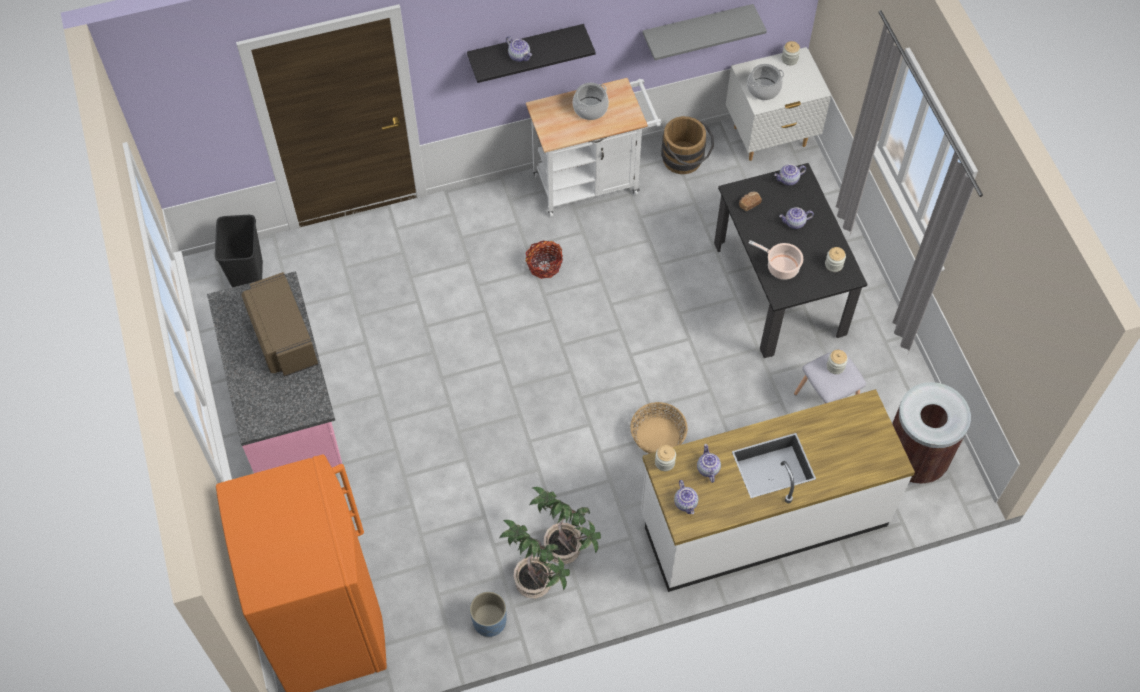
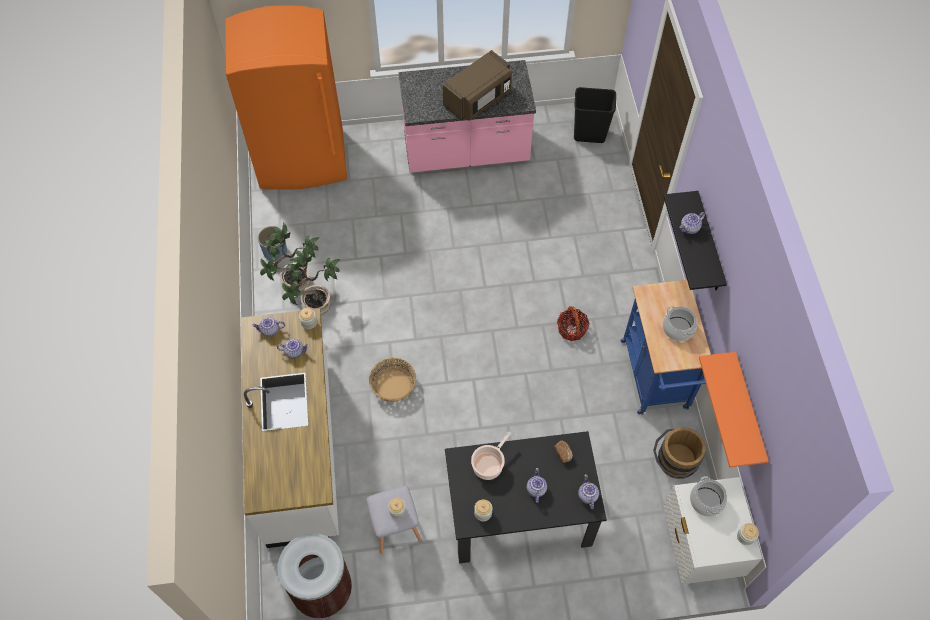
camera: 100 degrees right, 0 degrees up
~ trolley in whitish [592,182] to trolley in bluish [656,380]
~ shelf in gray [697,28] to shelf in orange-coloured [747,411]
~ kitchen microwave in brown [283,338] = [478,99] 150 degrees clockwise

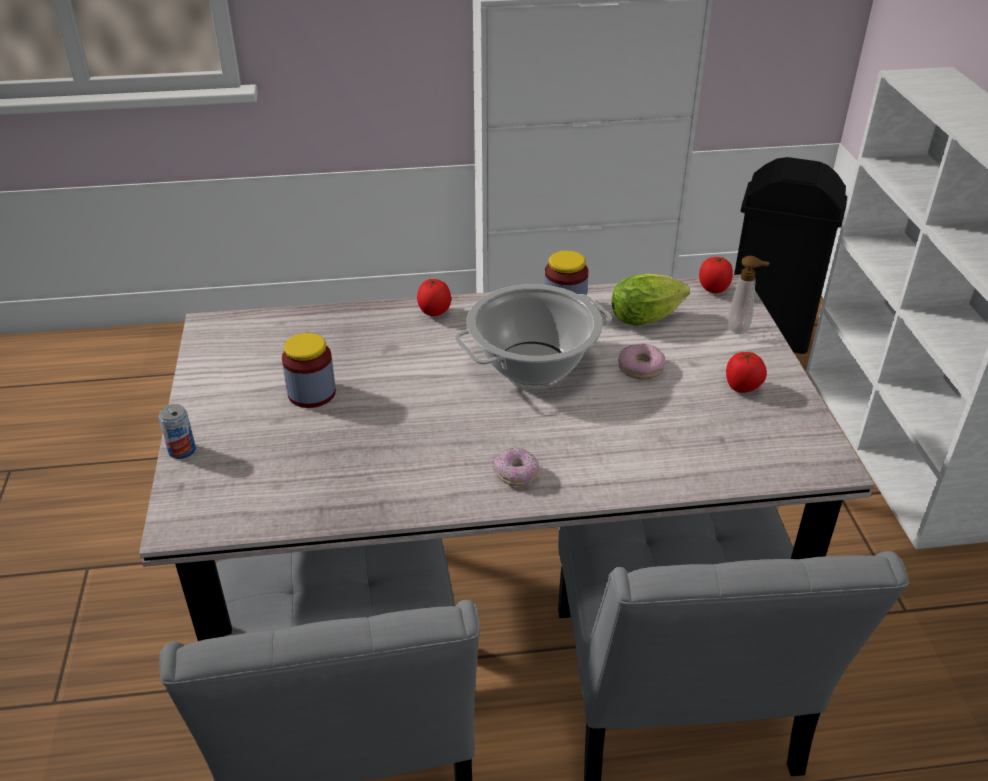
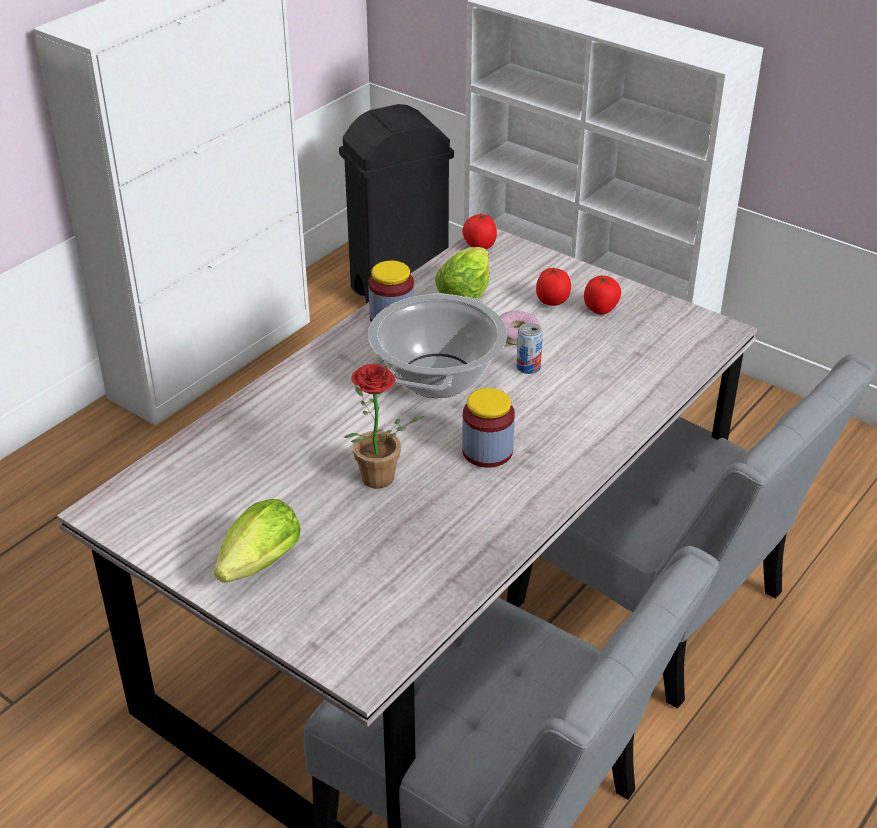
camera: 45 degrees left, 0 degrees up
- donut [516,475]
- liquid soap bottle [741,328]
+ lettuce [257,567]
+ potted plant [378,483]
~ sealed can [182,450] to [528,367]
~ jar [311,393] to [487,451]
~ tomato [434,313] to [552,302]

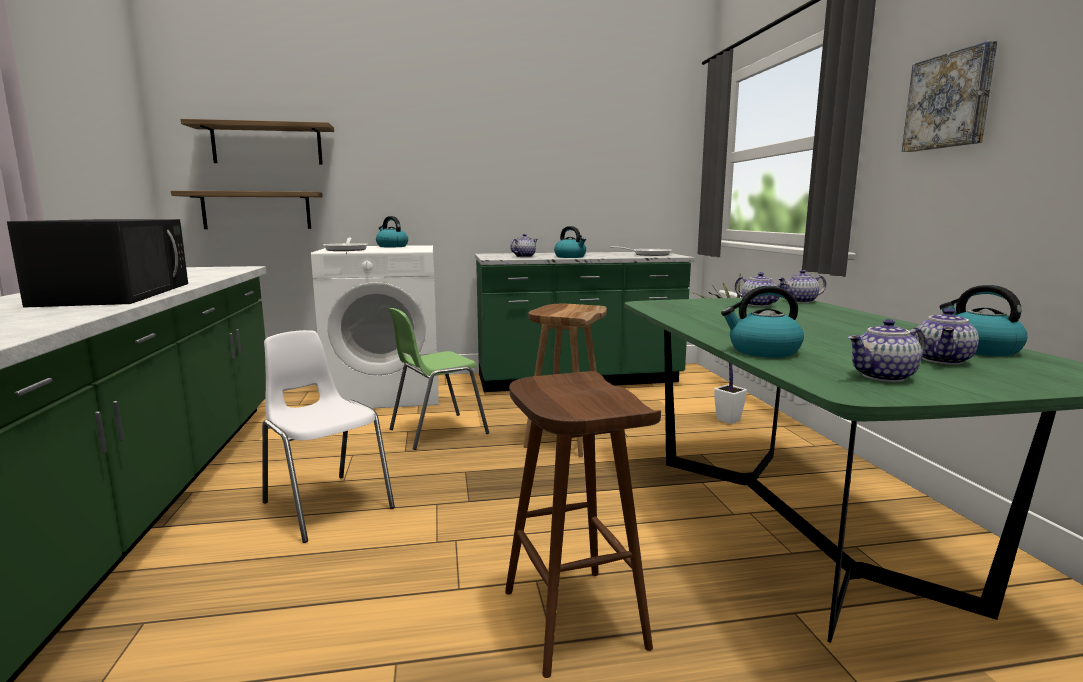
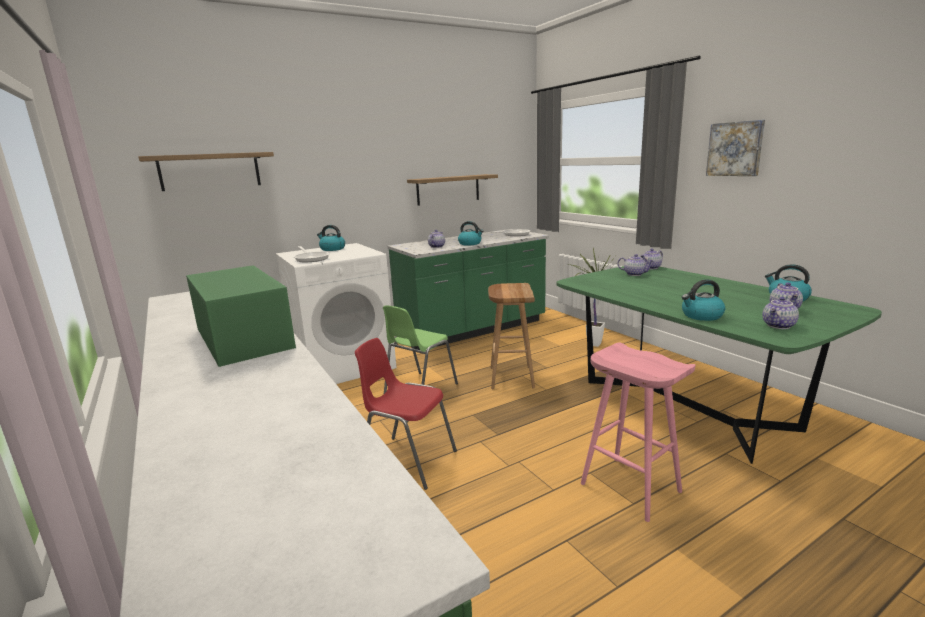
camera: 20 degrees left, 5 degrees up
~ shelf [256,210] to [448,189]
~ kitchen microwave in black [117,293] to kitchen microwave in green-coloured [242,337]
~ plain chair in whitish [326,505] to plain chair in red [408,460]
~ stool in brown [571,617] to stool in pink [628,487]

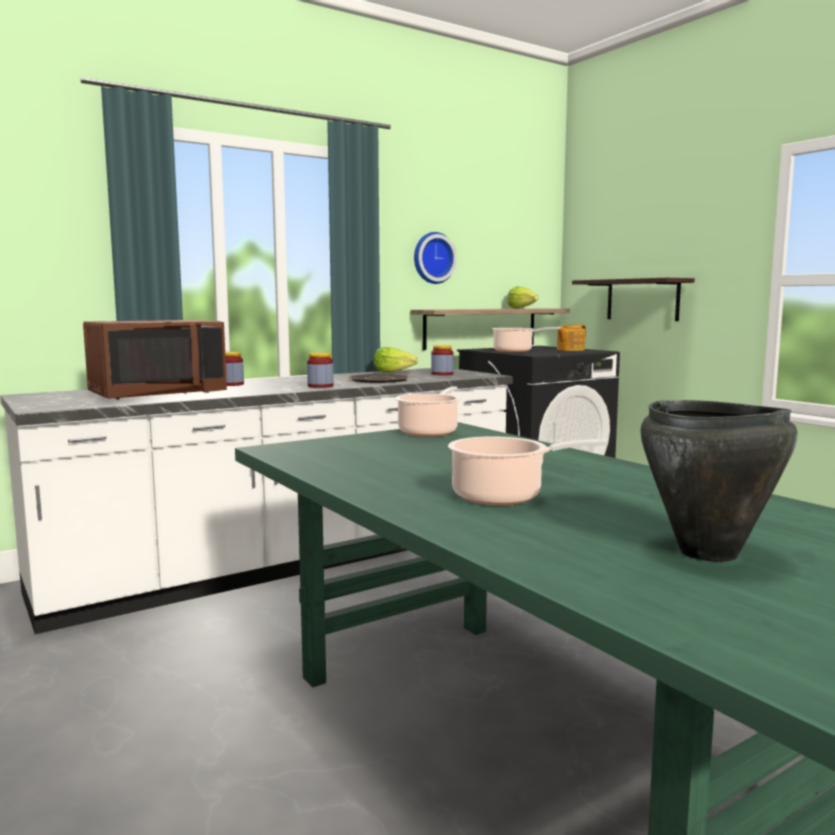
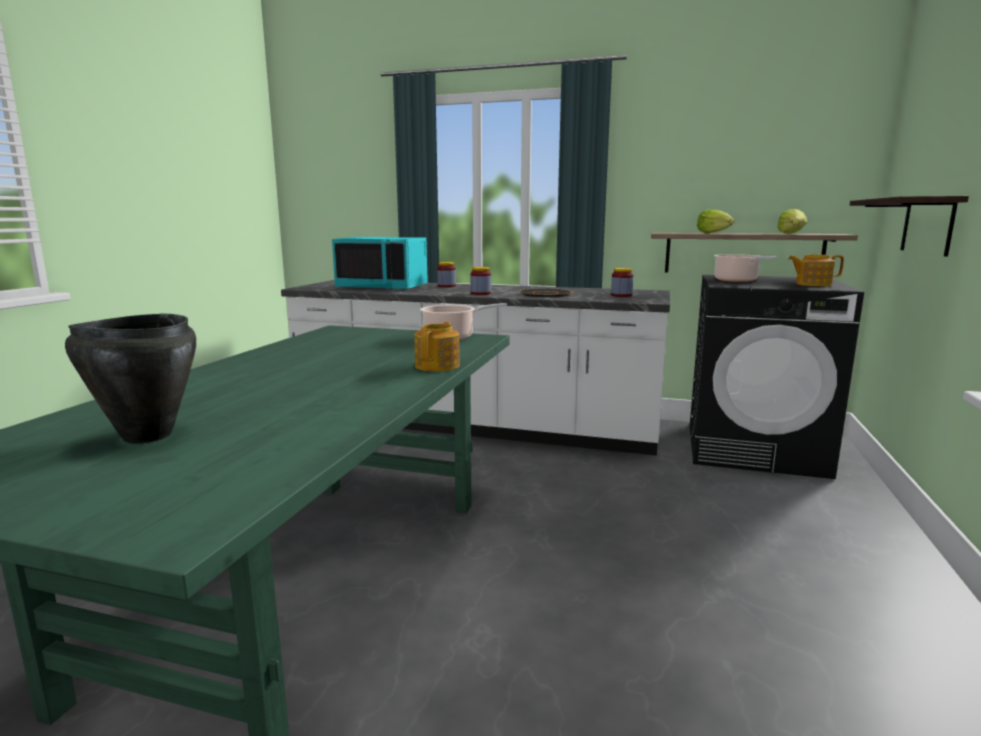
camera: 50 degrees right, 5 degrees up
- clock on the wall [432,258]
- cooking pot [503,496]
+ teapot [438,366]
~ lettuce [394,372] to [714,233]
~ kitchen microwave in brown [157,393] to kitchen microwave in turquoise-coloured [383,287]

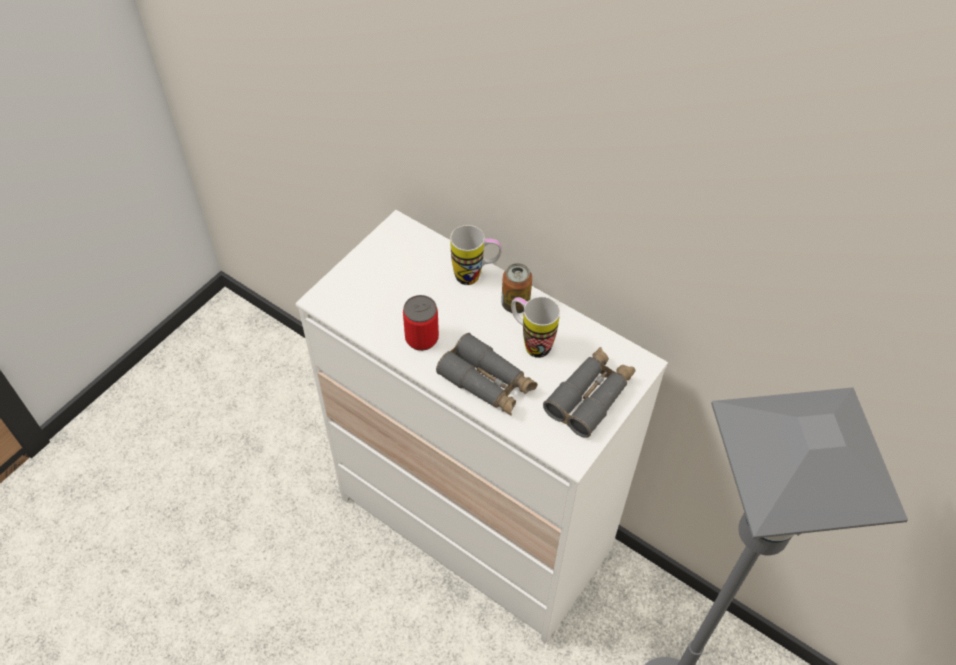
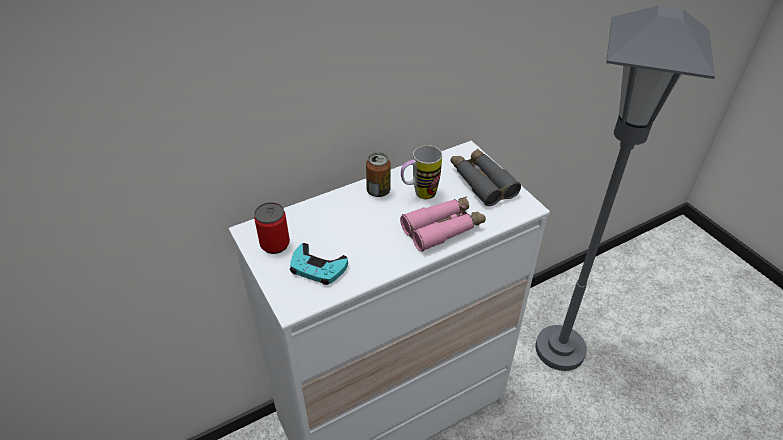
camera: 65 degrees left, 10 degrees down
- mug [475,276]
+ joypad in turquoise-coloured [317,268]
~ sealed can [422,338] to [275,244]
~ pair of binoculars in gray [487,383] to pair of binoculars in pink [443,228]

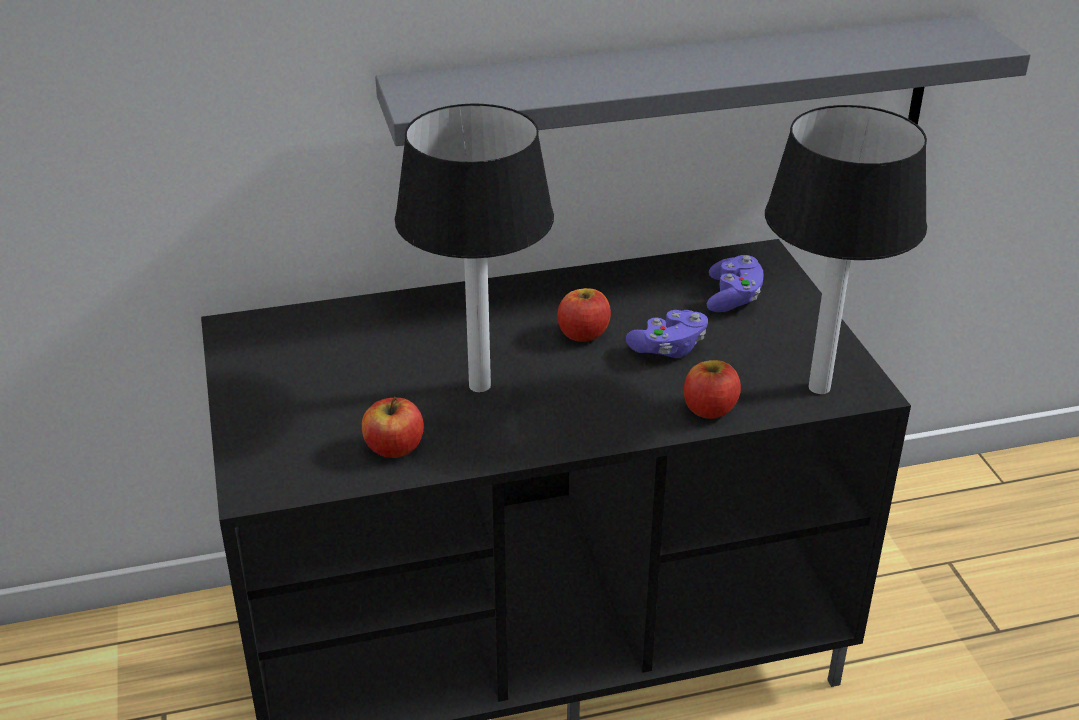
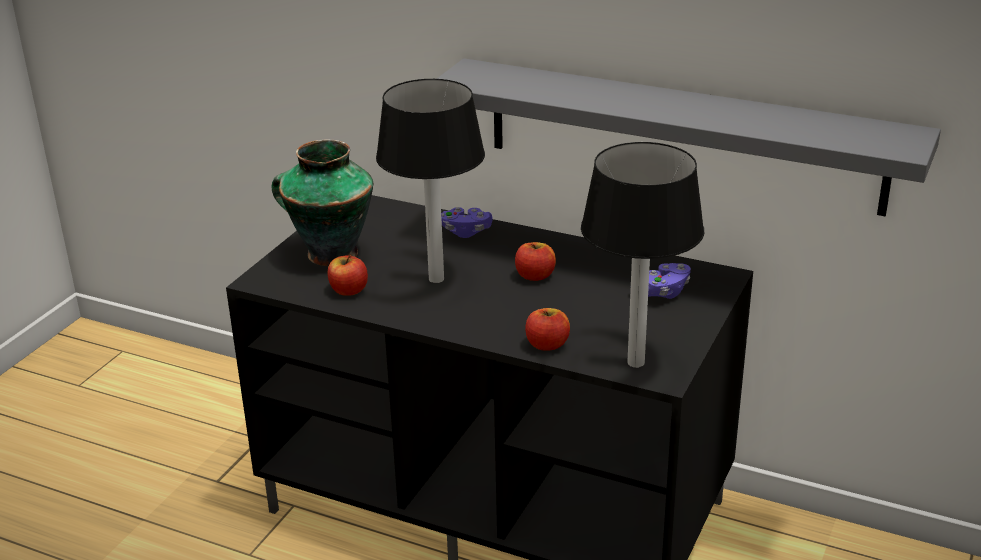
camera: 40 degrees right, 5 degrees down
+ vase [330,253]
~ joypad in purple-coloured [668,348] to [466,232]

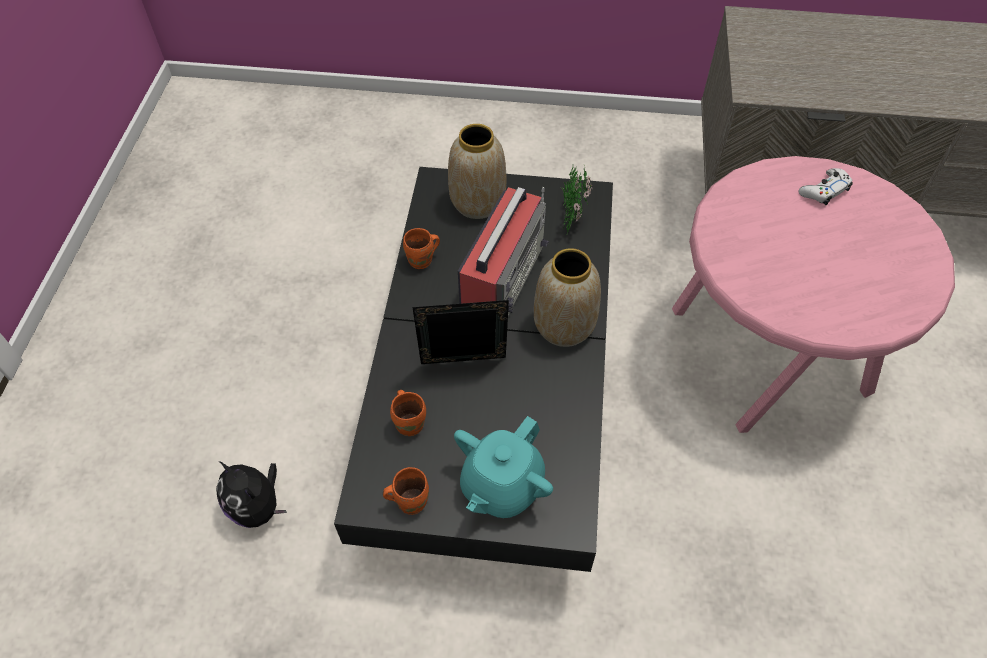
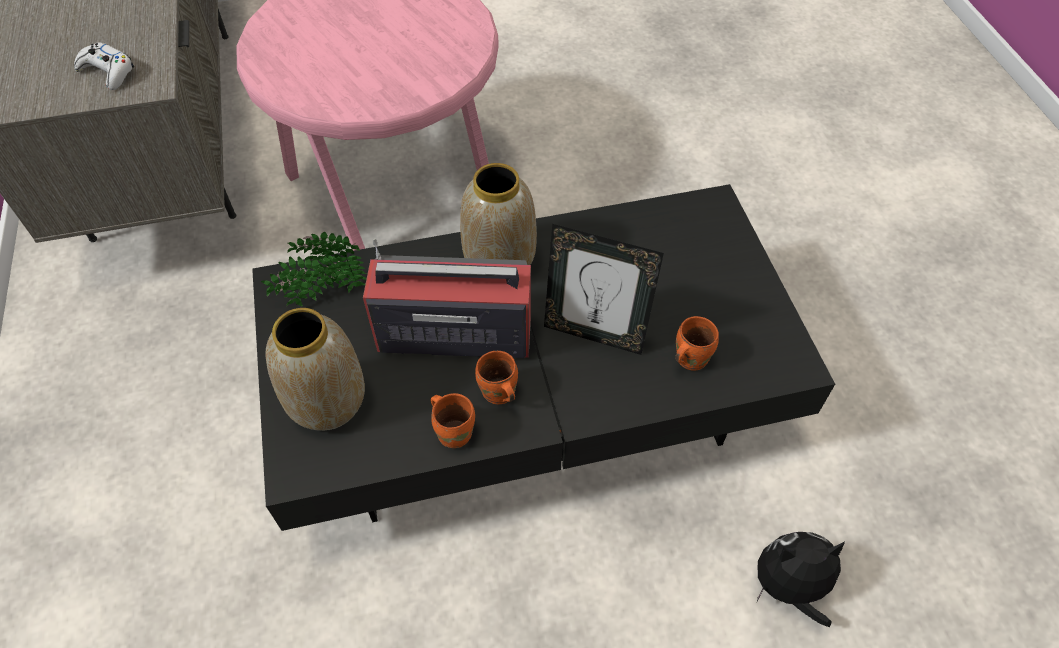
camera: 110 degrees left, 0 degrees up
- teapot in turquoise-coloured [501,486]
~ mug in orange-coloured [410,500] to [498,394]
~ joypad in whitish [824,191] to [108,72]
~ plush toy [258,507] = [788,587] 120 degrees counterclockwise
~ picture frame [464,366] = [594,334] 45 degrees counterclockwise

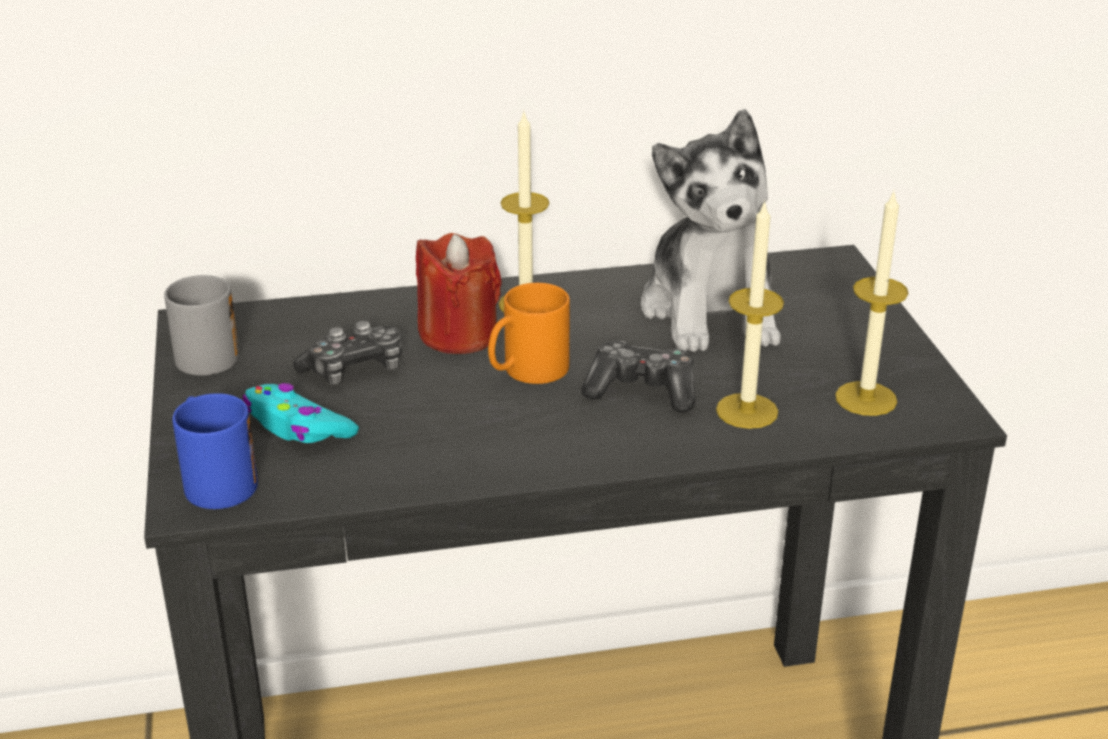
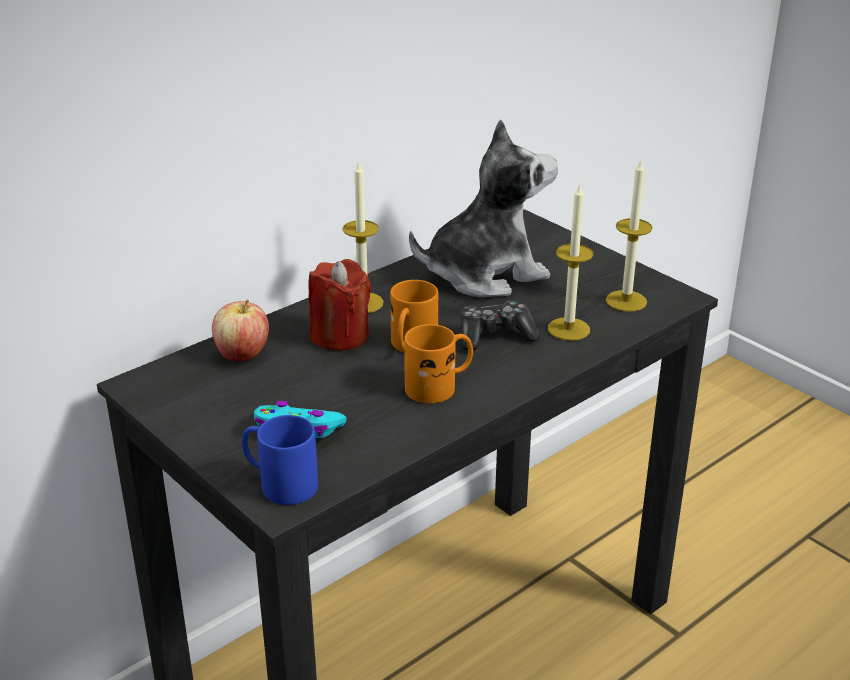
camera: 30 degrees left, 0 degrees up
- mug in gray [202,352]
- joypad [355,369]
+ apple [242,355]
+ mug in orange-coloured [439,386]
~ plush toy [712,311] = [484,274] 75 degrees counterclockwise

